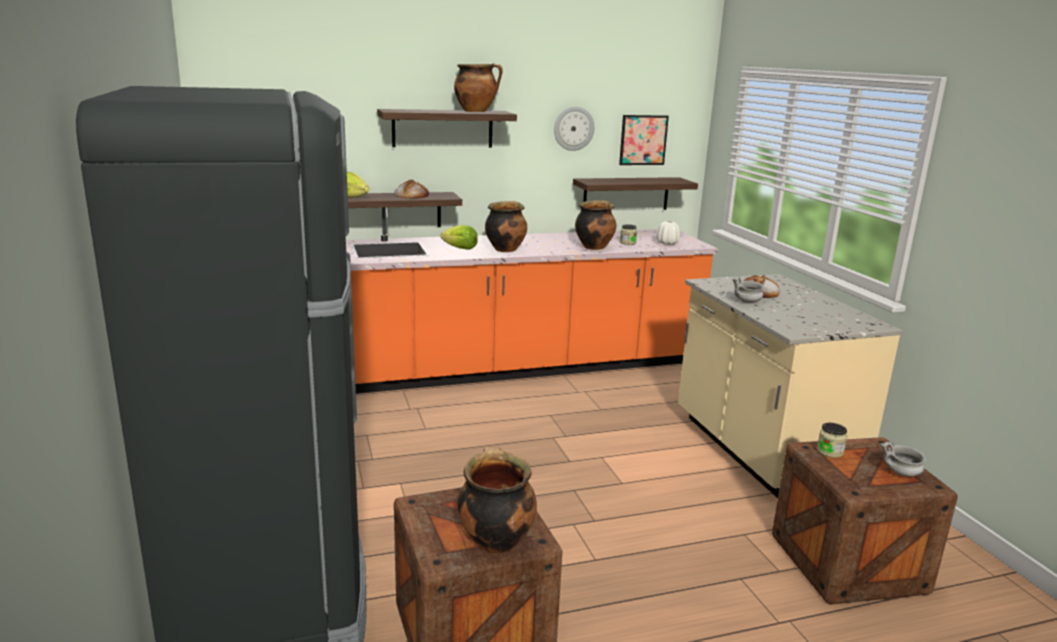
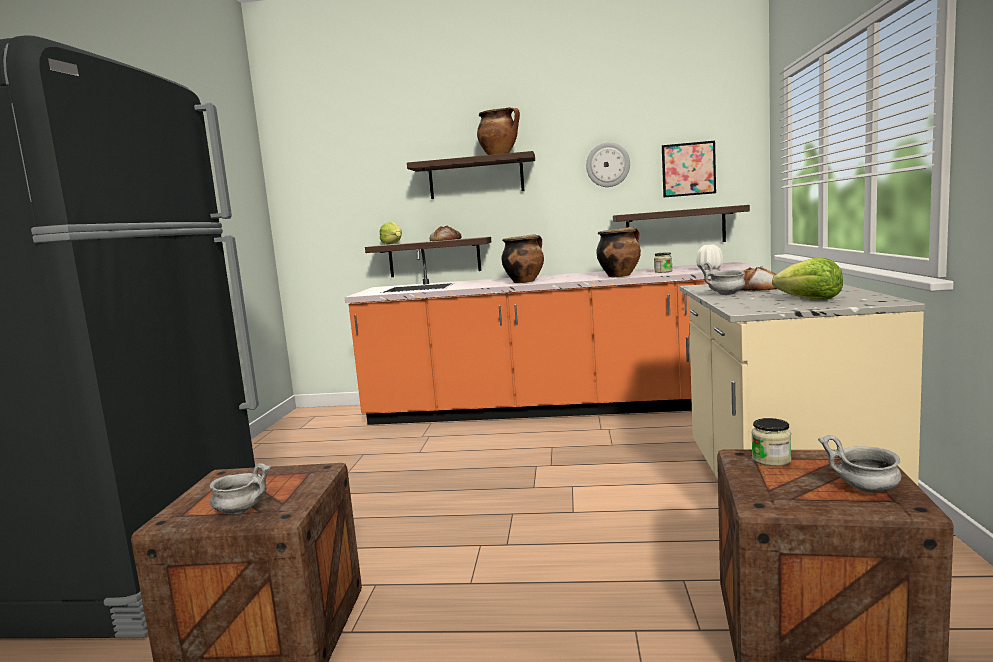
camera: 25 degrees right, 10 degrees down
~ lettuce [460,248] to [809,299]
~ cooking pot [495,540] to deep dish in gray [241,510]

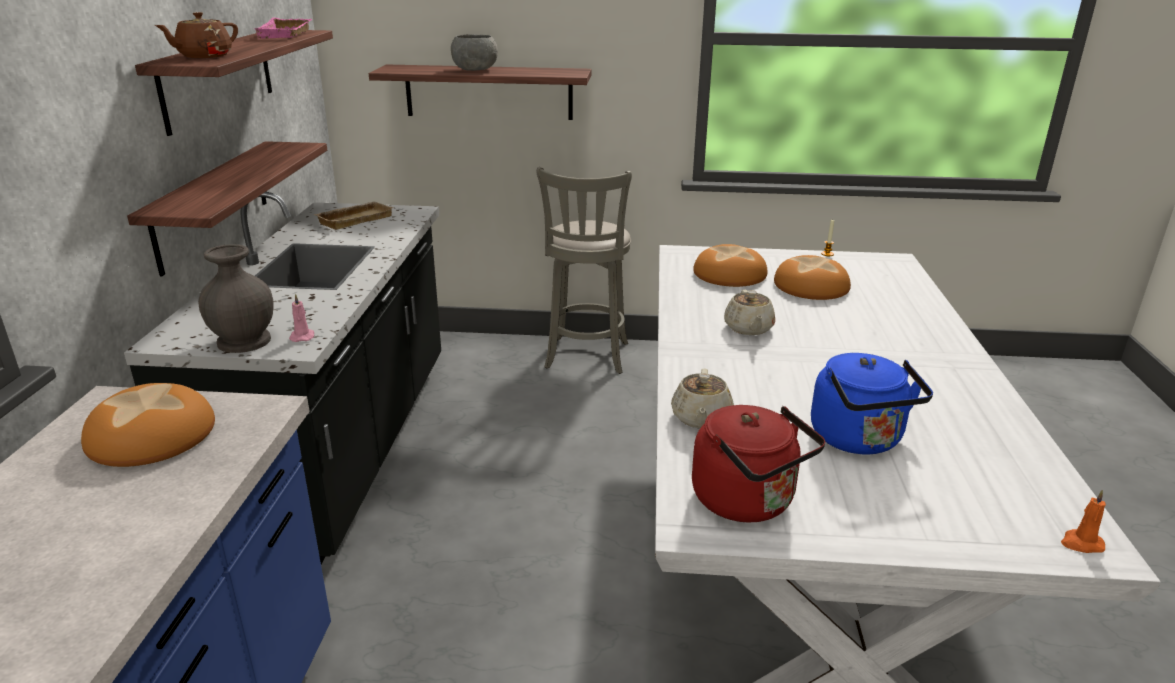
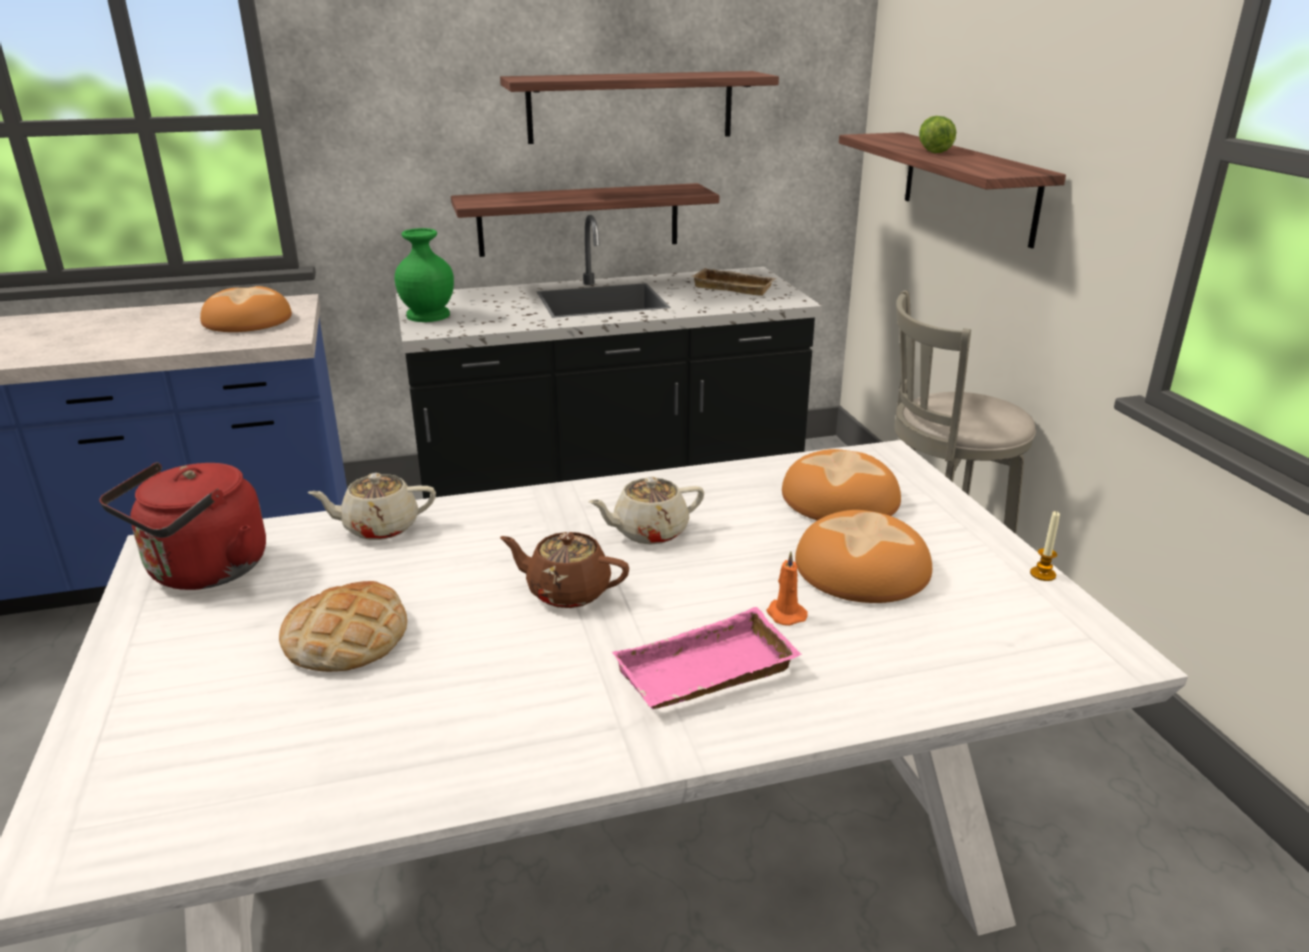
camera: 70 degrees right, 0 degrees up
- candle in pink [302,336]
~ teapot in brown [204,56] to [567,591]
~ carrying tray in pink [287,34] to [706,675]
~ candle in orange-coloured [1081,543] to [785,614]
~ deep dish in gray [475,70] to lettuce [933,150]
~ tea kettle in bluish [859,440] to bakery bread [347,637]
~ vase in gray [245,341] to vase in green-coloured [428,316]

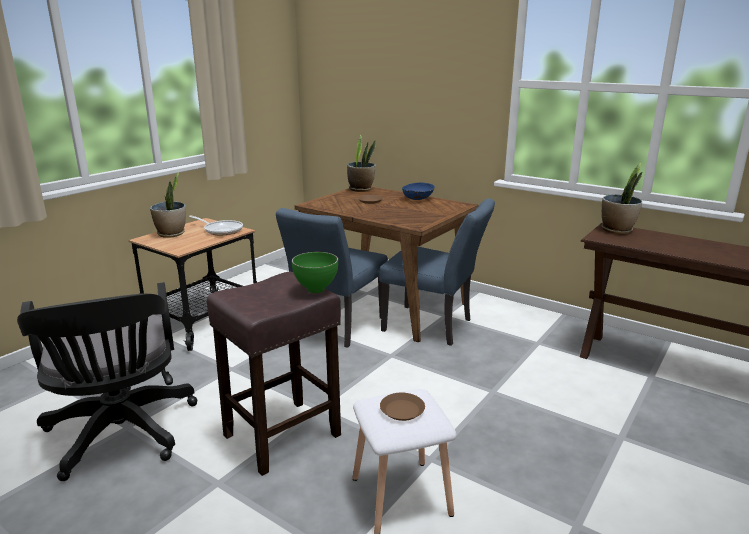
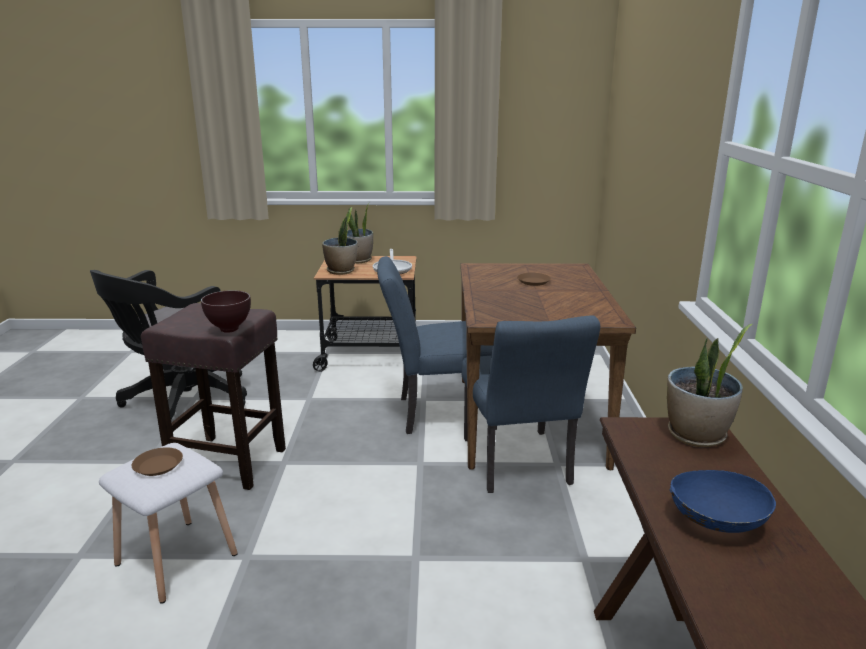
camera: 55 degrees right, 0 degrees up
~ potted plant [361,189] to [341,271]
~ deep dish in bluish [418,199] to [716,523]
~ deep dish in green-coloured [315,290] to deep dish in brown [230,329]

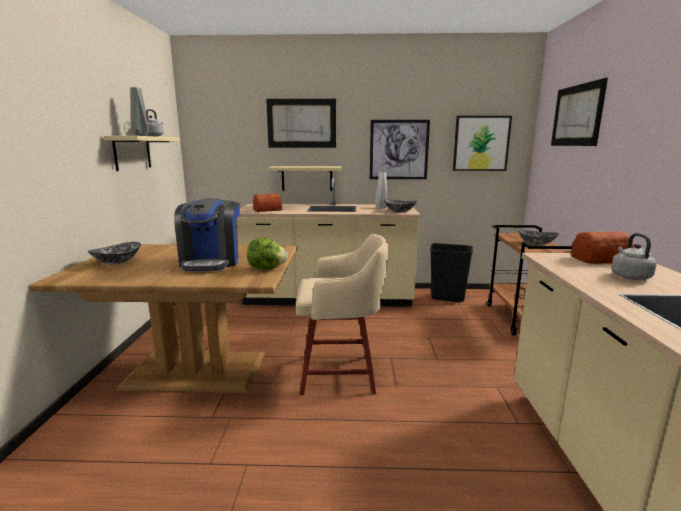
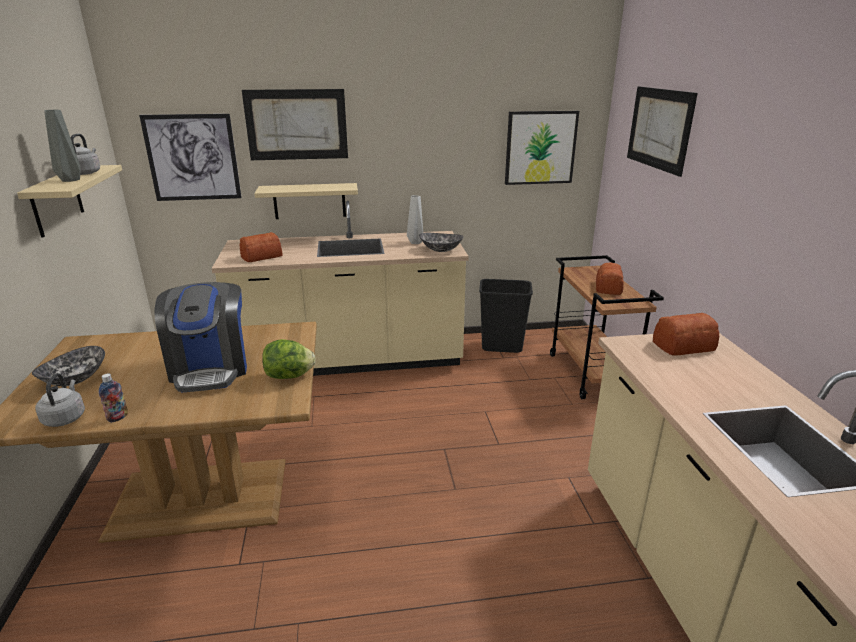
camera: 10 degrees left, 10 degrees up
- stool in beige-coloured [341,374]
+ drink bottle [118,417]
~ wall art [399,150] to [192,158]
~ tea kettle in gray [629,276] to [65,417]
~ deep dish [536,243] to bakery bread [609,287]

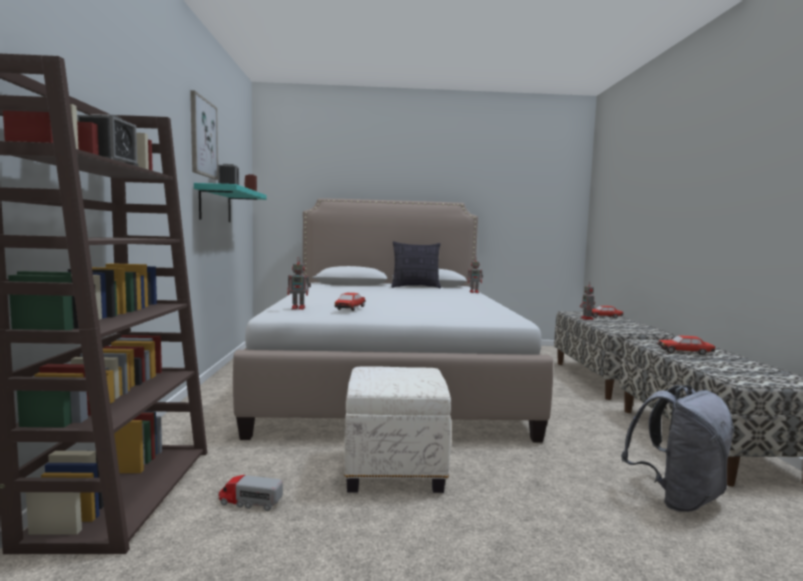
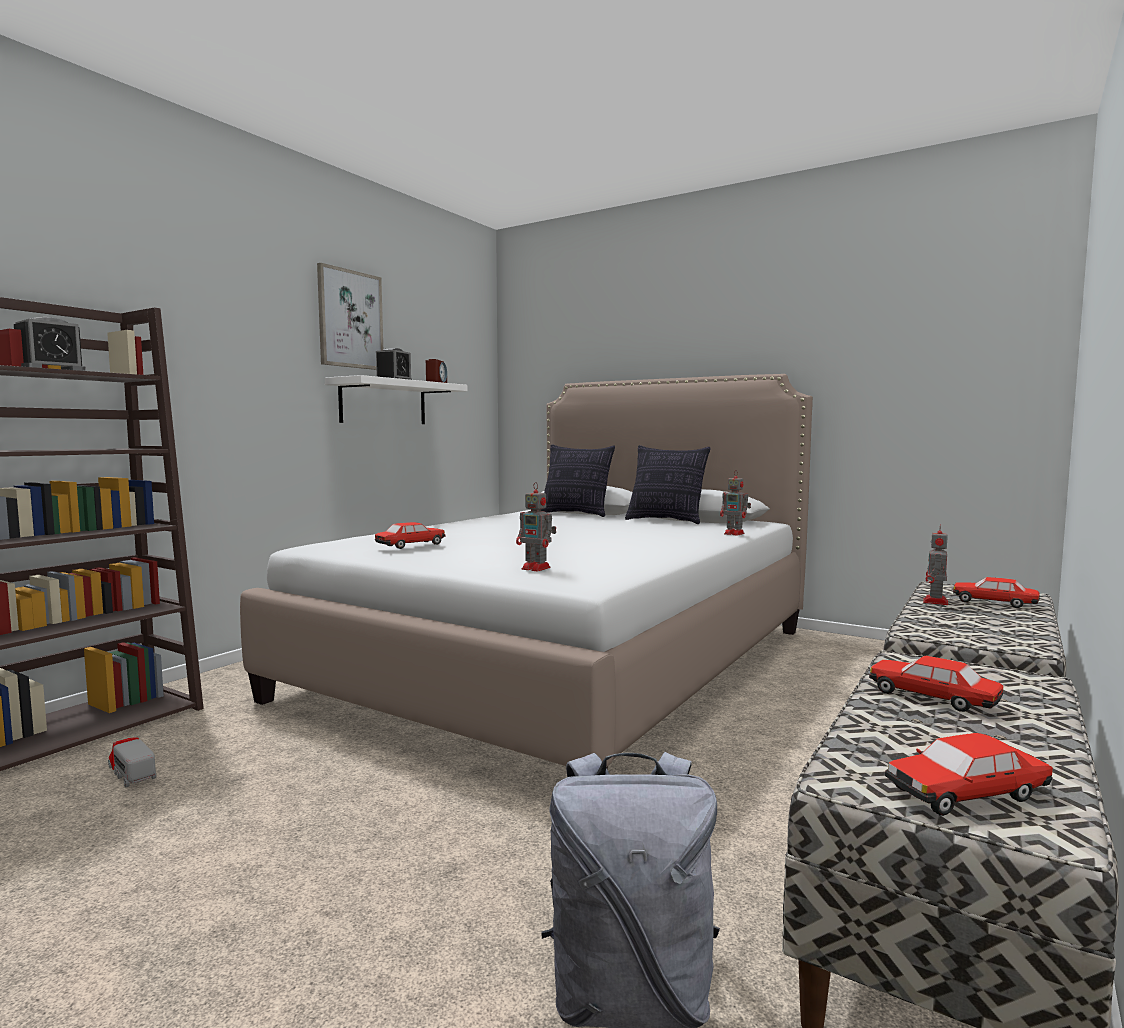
camera: 35 degrees right, 0 degrees up
- footrest in whitish [396,470]
+ cushion [576,514]
+ model car [967,794]
~ toy robot [299,308] to [537,568]
~ shelf in turquoise-coloured [215,205] to shelf in whitish [383,403]

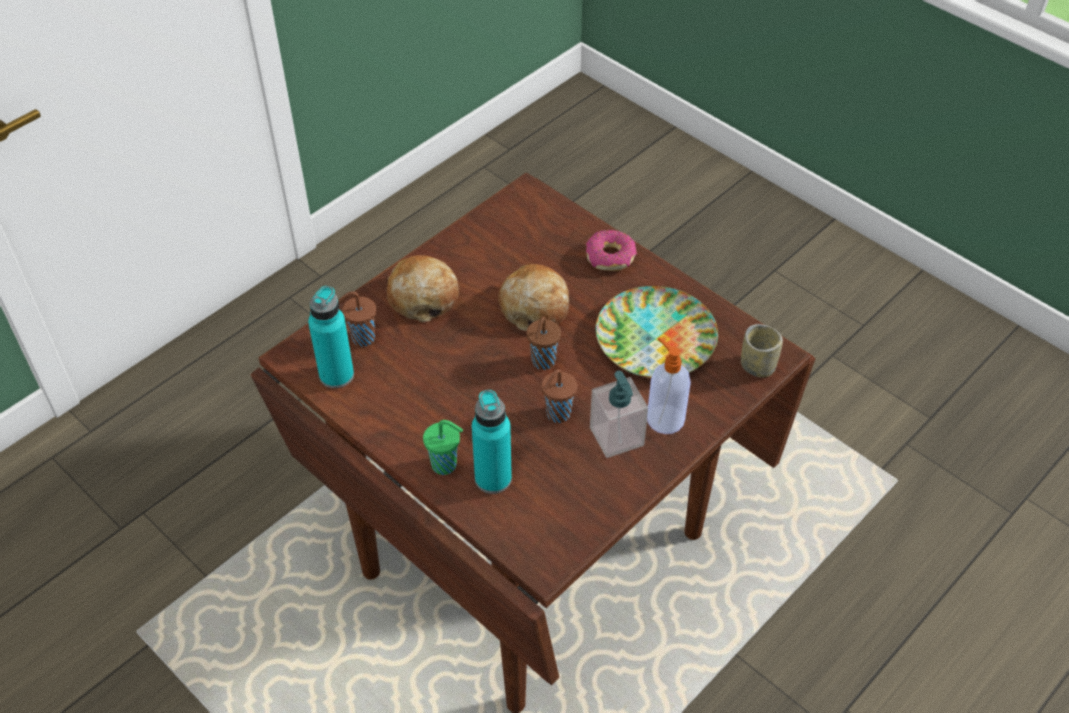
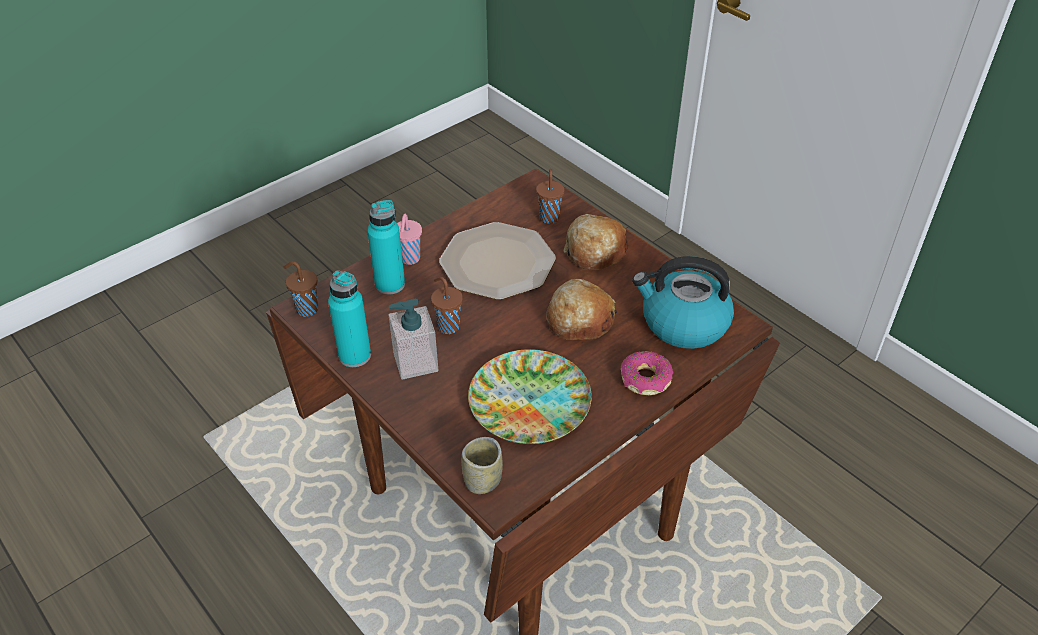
camera: 95 degrees right, 5 degrees down
- liquid soap bottle [664,418]
+ dinner plate [498,263]
+ tea kettle [683,323]
~ drink bottle in turquoise-coloured [336,375] to [355,355]
~ small cup in brown [542,362] to [306,309]
~ small cup in green-coloured [445,465] to small cup in pink [409,259]

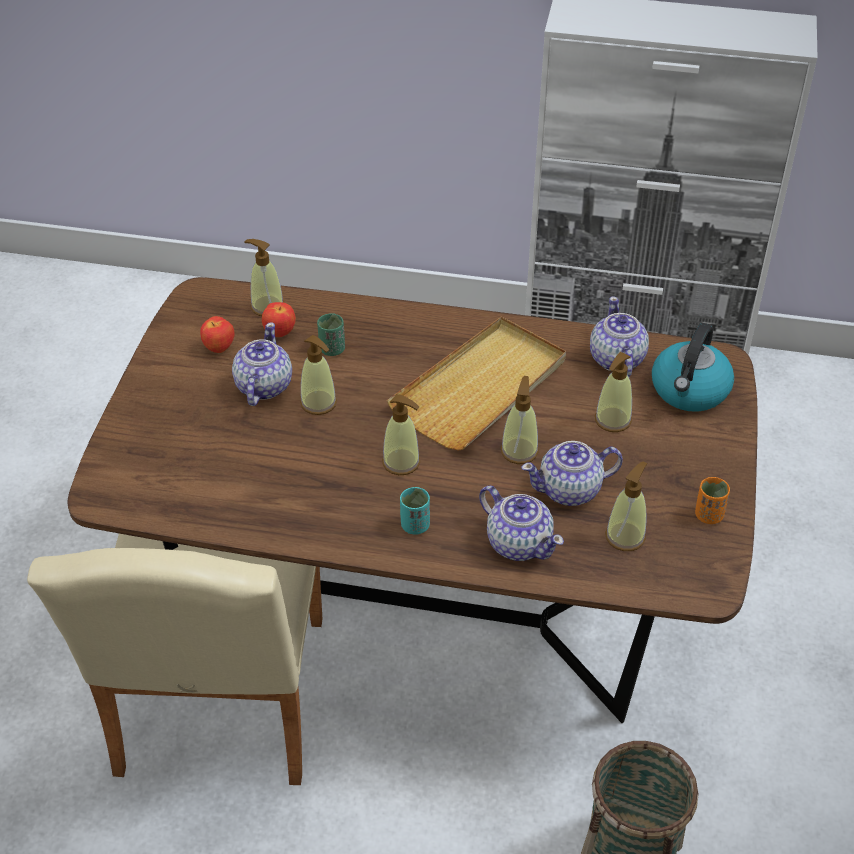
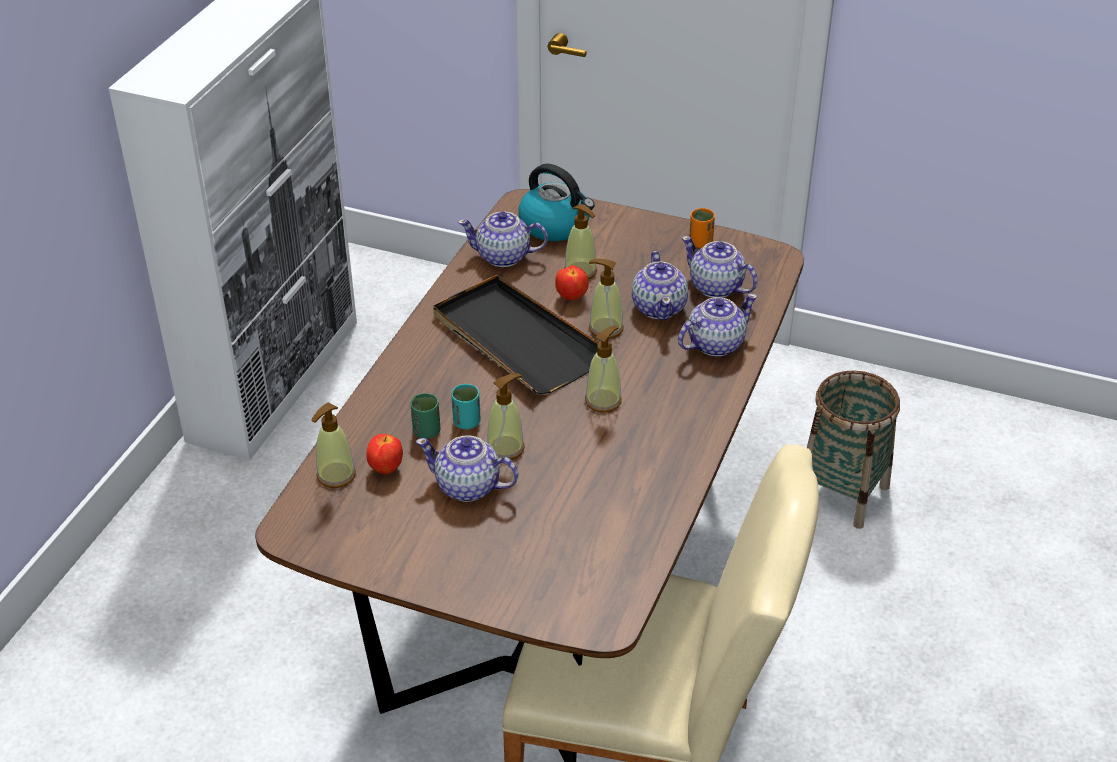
camera: 80 degrees left, 5 degrees down
~ apple [219,349] to [572,297]
~ small cup in turquoise-coloured [415,525] to [466,422]
~ liquid soap bottle [625,536] to teapot [716,287]
~ carrying tray in beige-coloured [481,388] to carrying tray in black [516,340]

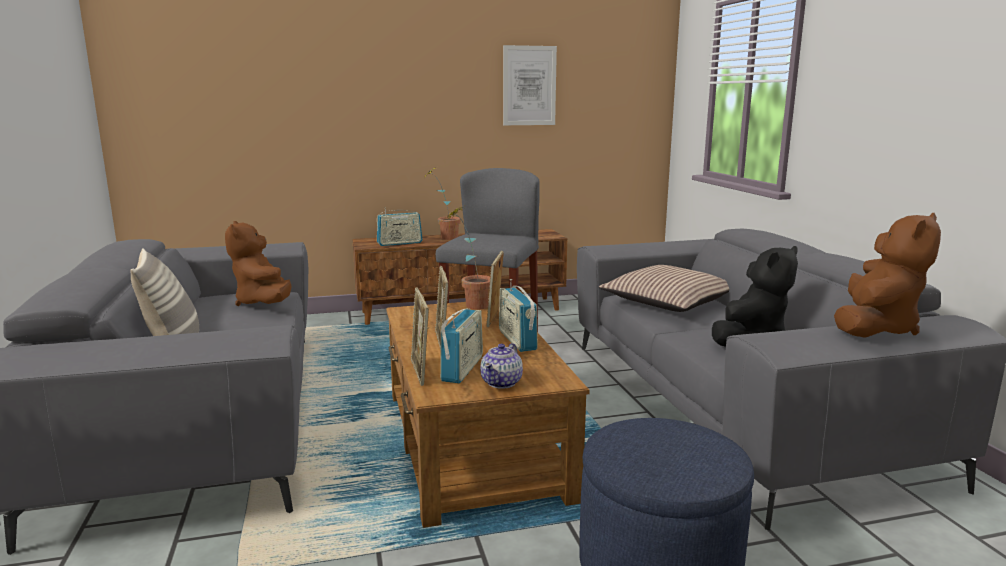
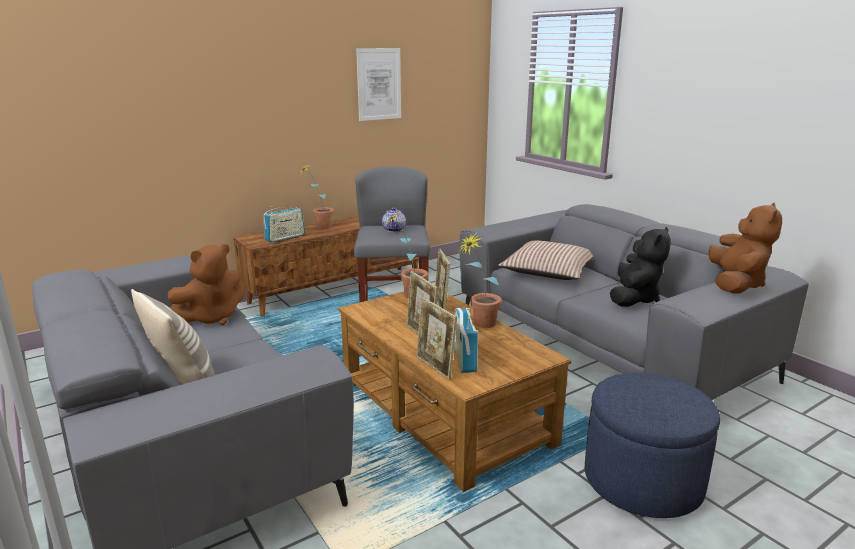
camera: 20 degrees left, 5 degrees up
~ teapot [502,382] to [394,230]
~ radio [517,340] to potted plant [479,324]
~ plush toy in brown [263,303] = [212,317] 90 degrees counterclockwise

